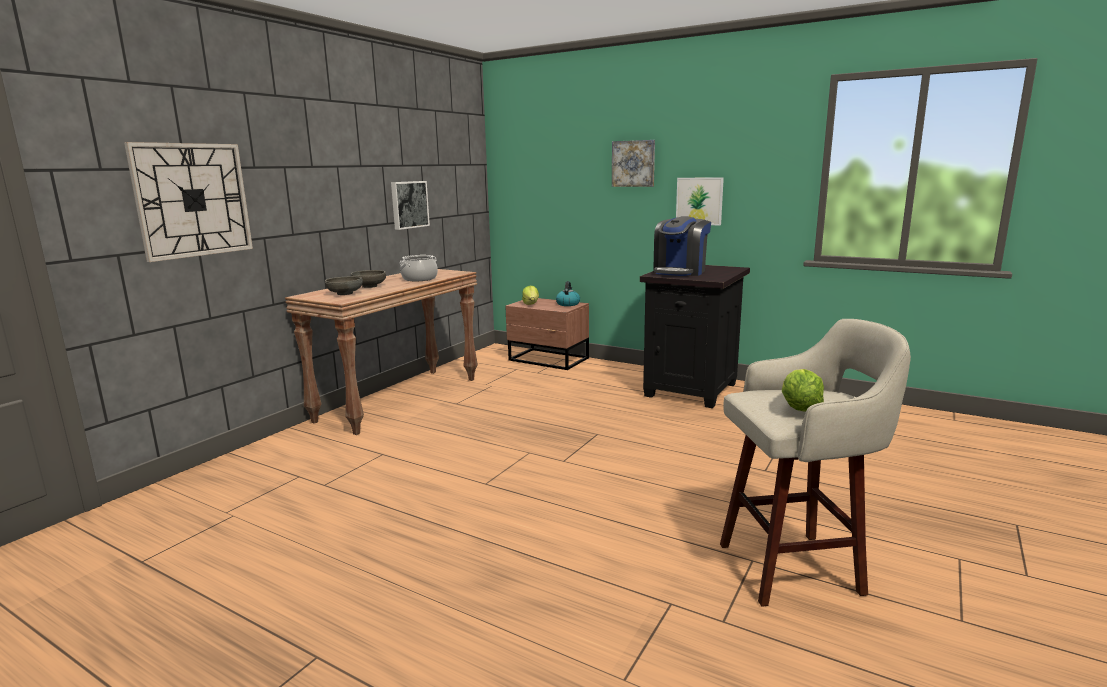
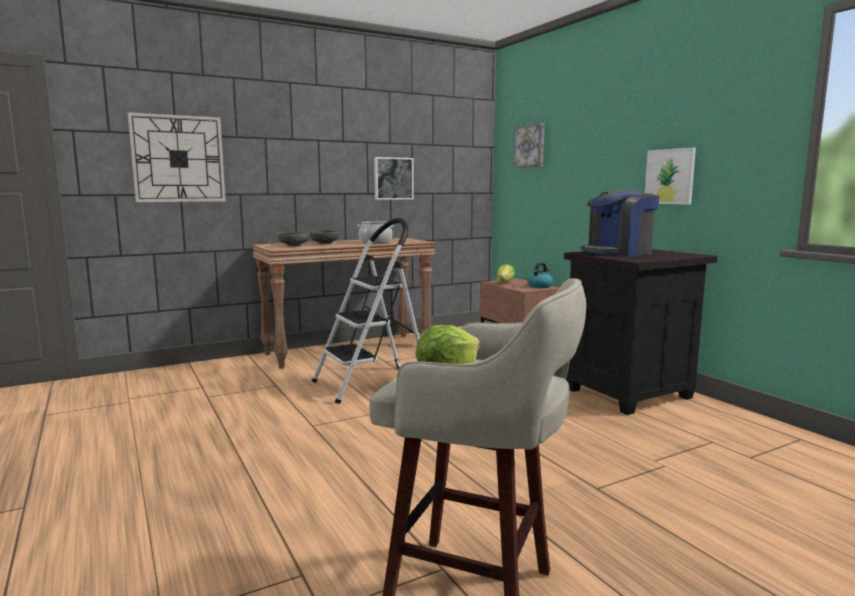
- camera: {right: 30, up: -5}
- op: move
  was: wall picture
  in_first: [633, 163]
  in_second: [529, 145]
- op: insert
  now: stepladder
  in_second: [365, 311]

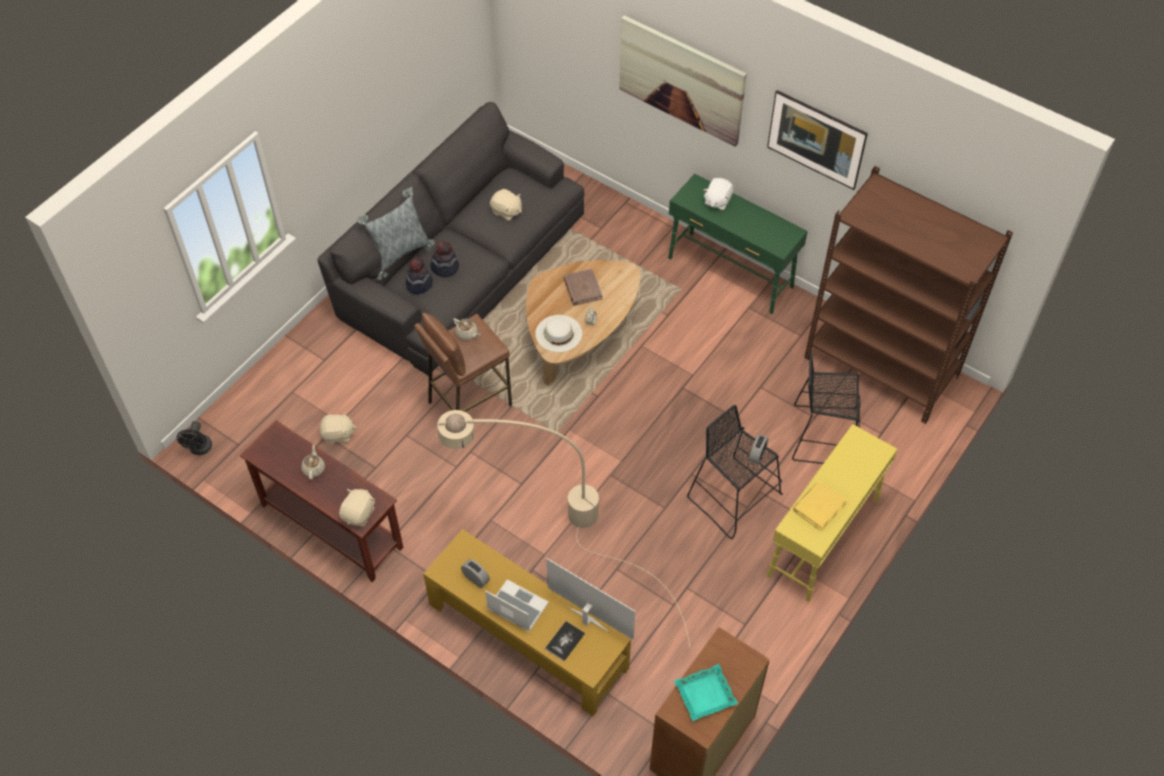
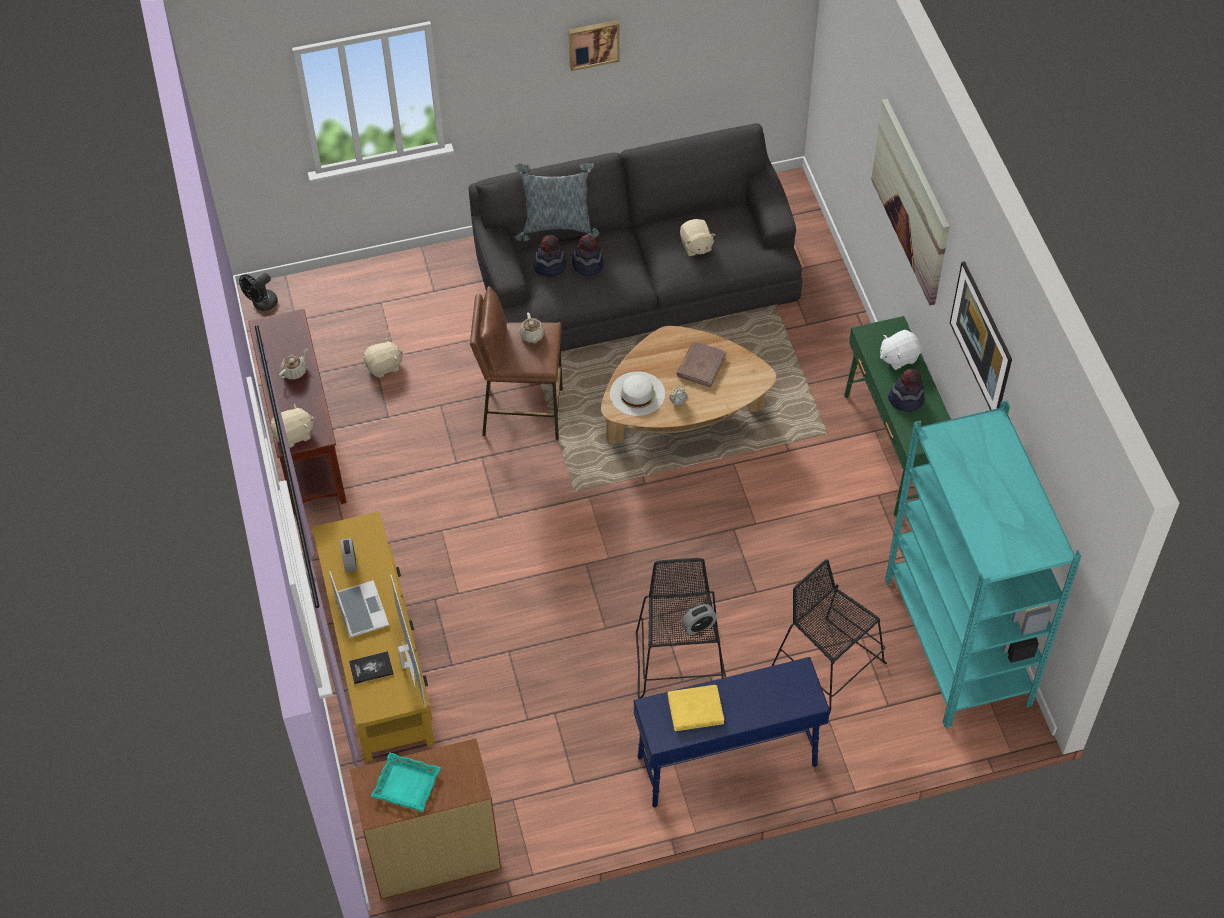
- camera: {right: 40, up: 0}
- op: rotate
  was: sand-coloured cuddly toy
  in_first: [338, 427]
  in_second: [383, 358]
  clockwise: -60
- op: delete
  was: sand-coloured standing lamp
  in_first: [563, 528]
- op: recolor
  was: yellow-coloured console table
  now: blue-coloured console table
  in_first: [832, 513]
  in_second: [732, 732]
- op: recolor
  was: brownish bookcase
  now: turquoise bookcase
  in_first: [908, 295]
  in_second: [983, 564]
- op: insert
  now: wall picture
  in_second: [594, 45]
- op: insert
  now: clothing hat
  in_second: [906, 390]

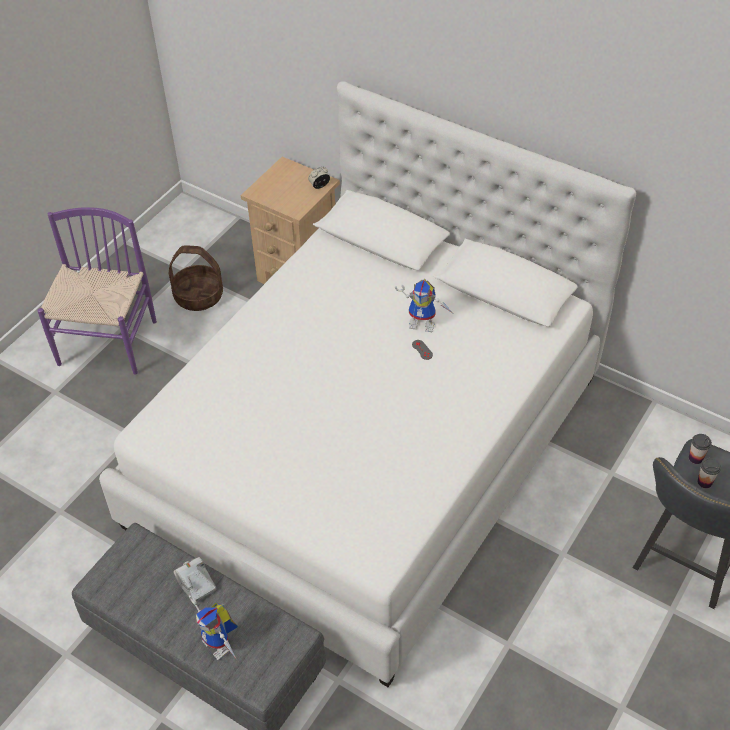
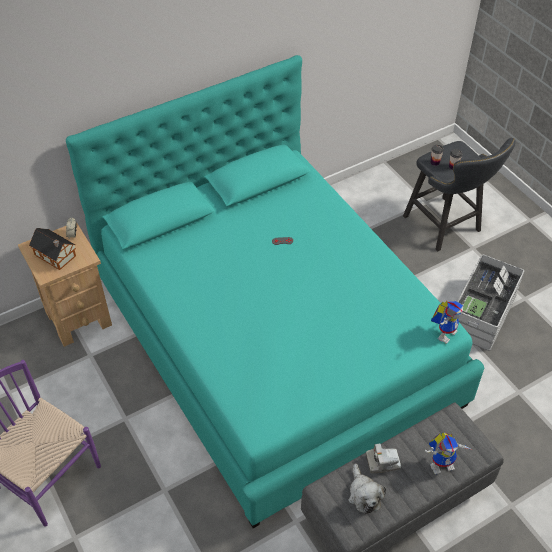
- camera: {right: -65, up: 0}
- op: recolor
  was: white-coloured bed
  now: turquoise bed
  in_first: [367, 384]
  in_second: [275, 291]
- op: delete
  was: household basket
  in_first: [196, 278]
- op: move
  was: model robot
  in_first: [424, 305]
  in_second: [447, 322]
- op: insert
  now: model house
  in_second: [52, 249]
- op: insert
  now: cuddly toy
  in_second: [367, 488]
- op: insert
  now: grey storage bin
  in_second: [490, 303]

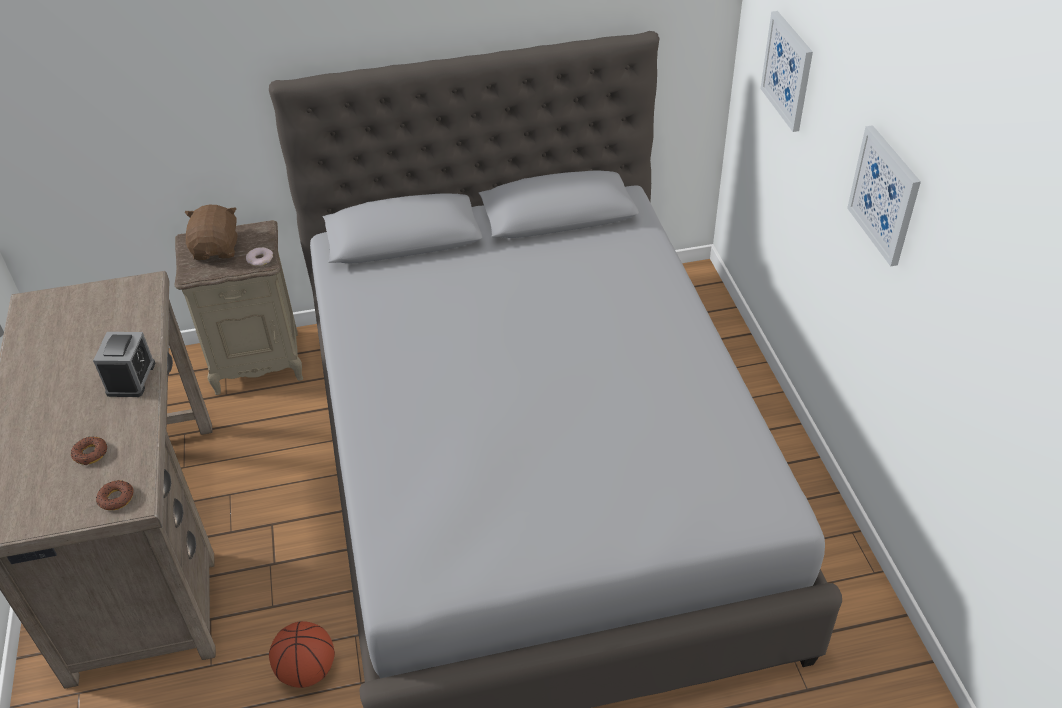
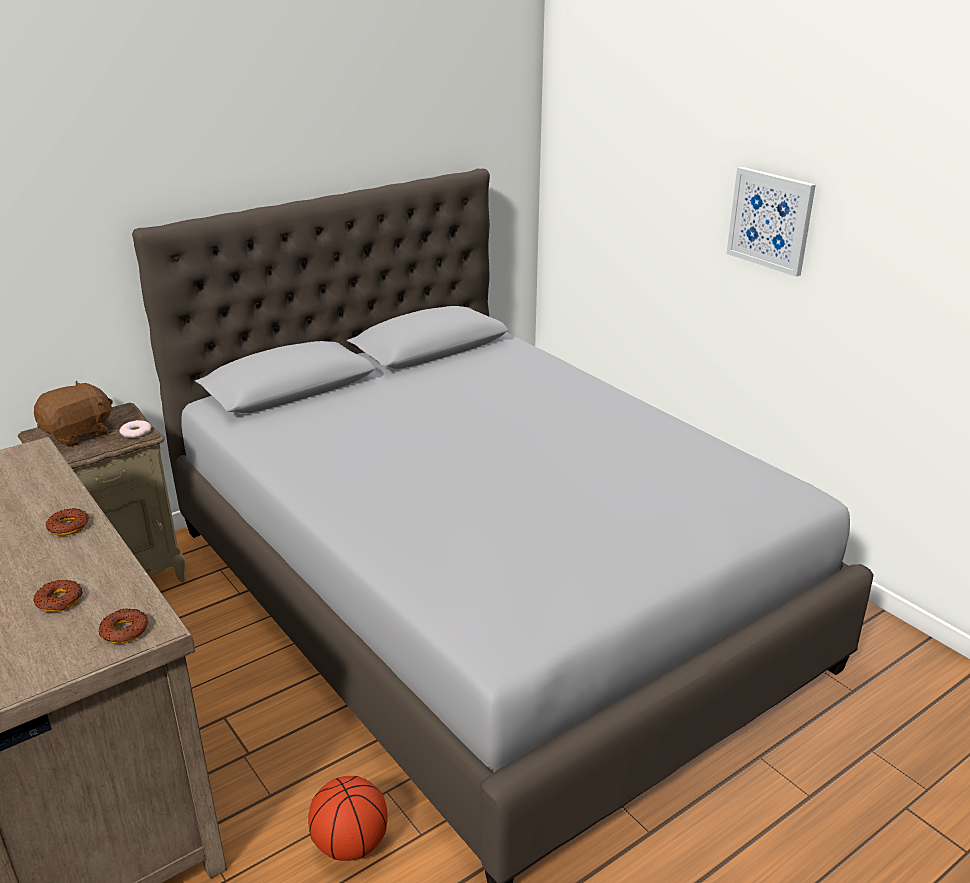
- camera: {right: -25, up: -15}
- op: replace
  was: alarm clock
  now: doughnut
  in_first: [124, 364]
  in_second: [67, 522]
- op: rotate
  was: brownish cuddly toy
  in_first: [211, 232]
  in_second: [73, 414]
  clockwise: 75
- op: delete
  was: wall picture
  in_first: [787, 71]

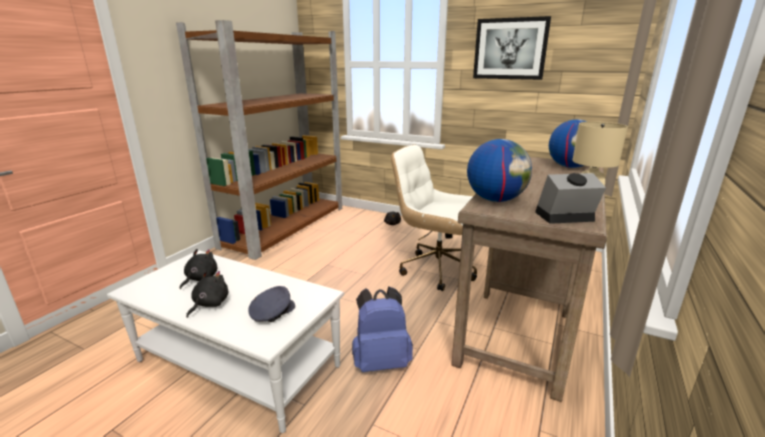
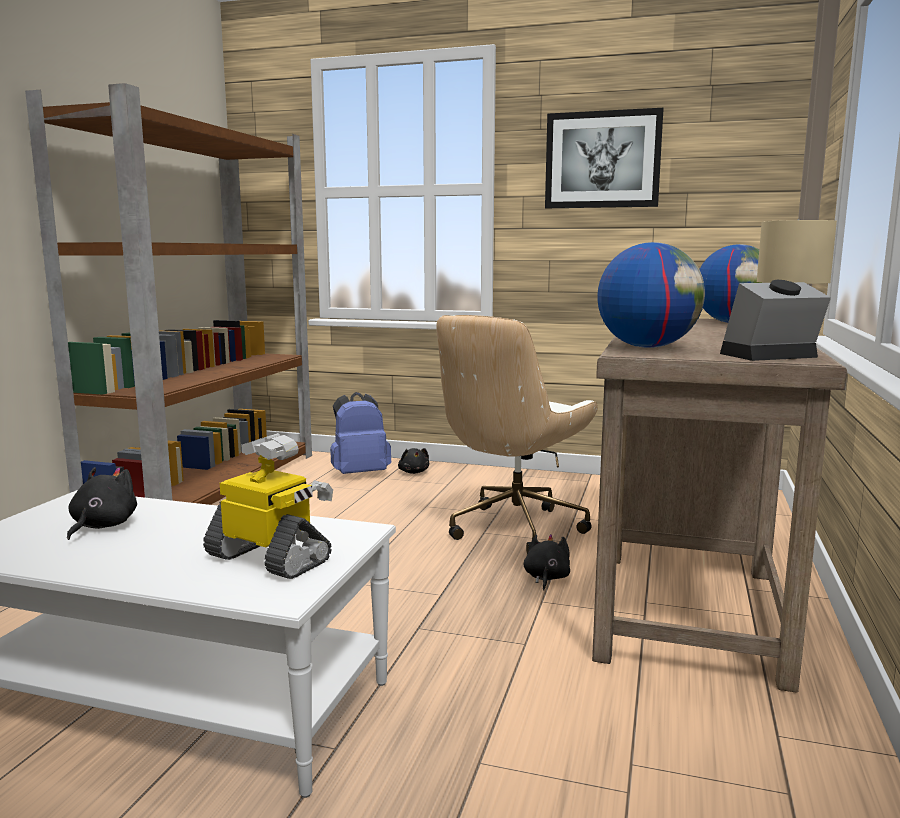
- camera: {right: -10, up: -10}
- op: move
  was: black-coloured cuddly toy
  in_first: [207, 294]
  in_second: [547, 562]
- op: replace
  was: grey peaked cap
  now: model robot
  in_first: [271, 304]
  in_second: [268, 506]
- op: move
  was: blue-coloured backpack
  in_first: [382, 329]
  in_second: [360, 433]
- op: rotate
  was: white-coloured desk chair
  in_first: [434, 217]
  in_second: [517, 434]
  clockwise: -75

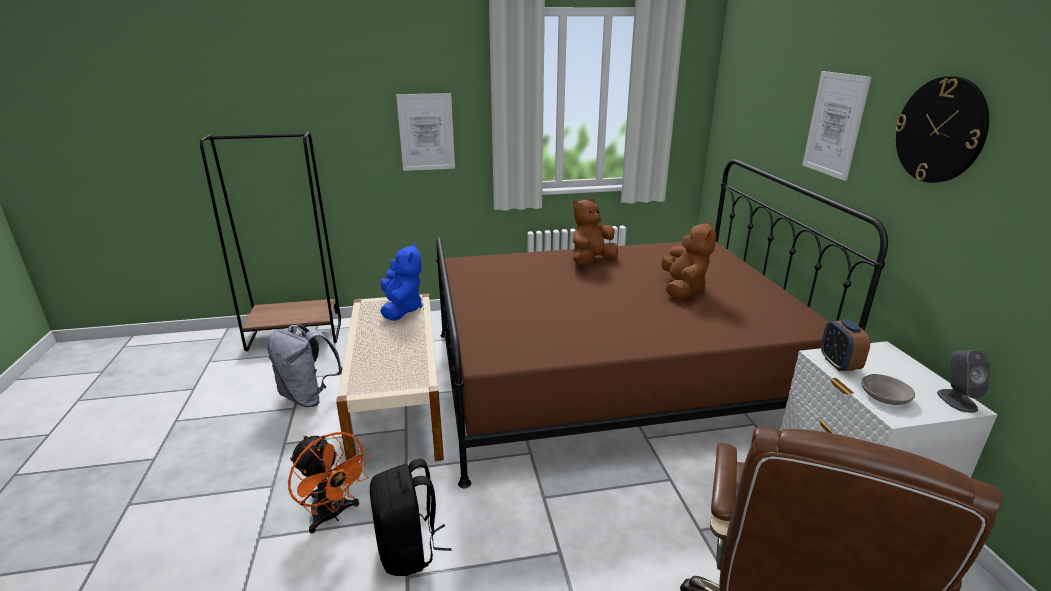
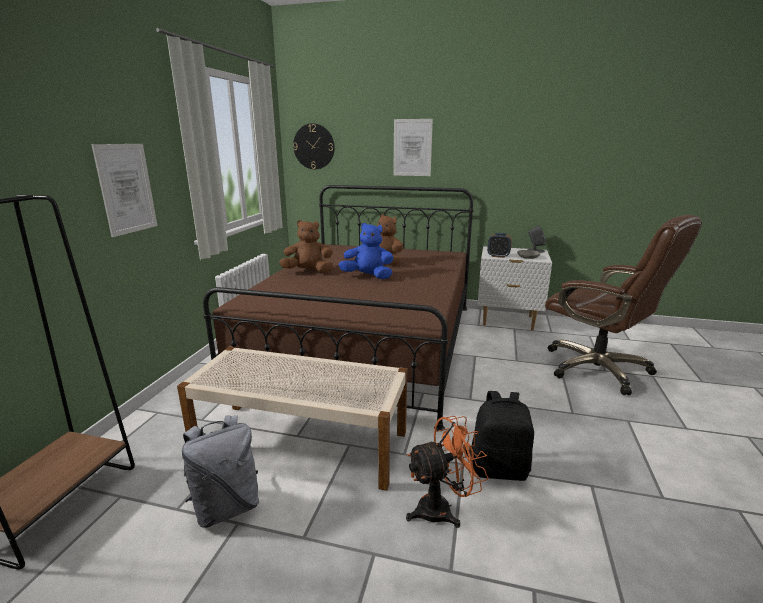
- camera: {right: -65, up: -5}
- op: move
  was: blue-coloured cuddly toy
  in_first: [401, 282]
  in_second: [366, 251]
- op: rotate
  was: brownish cuddly toy
  in_first: [595, 231]
  in_second: [306, 246]
  clockwise: 105
- op: move
  was: clock on the wall
  in_first: [942, 129]
  in_second: [314, 146]

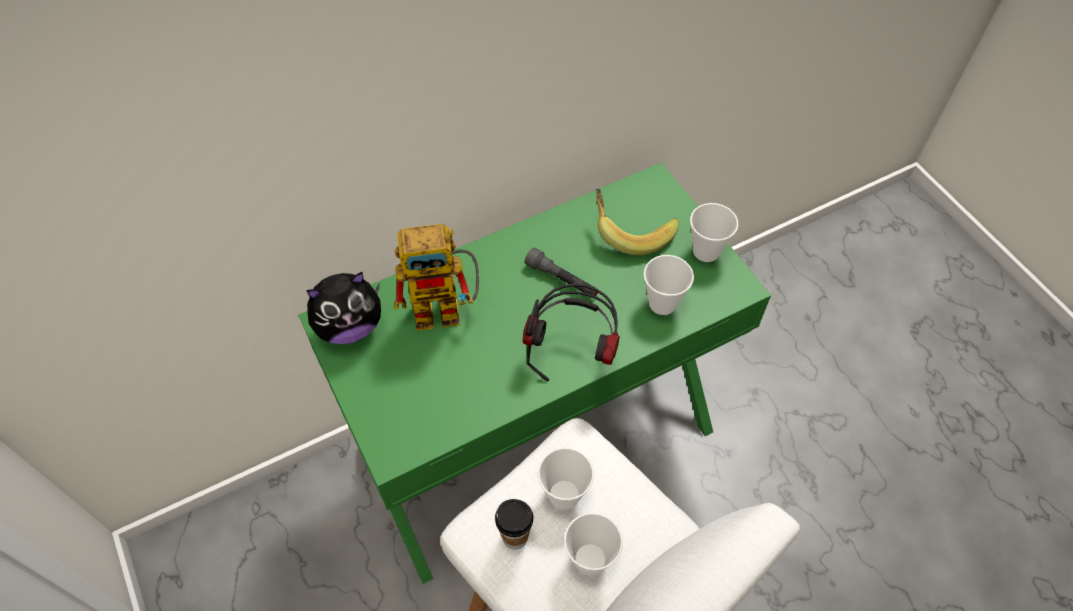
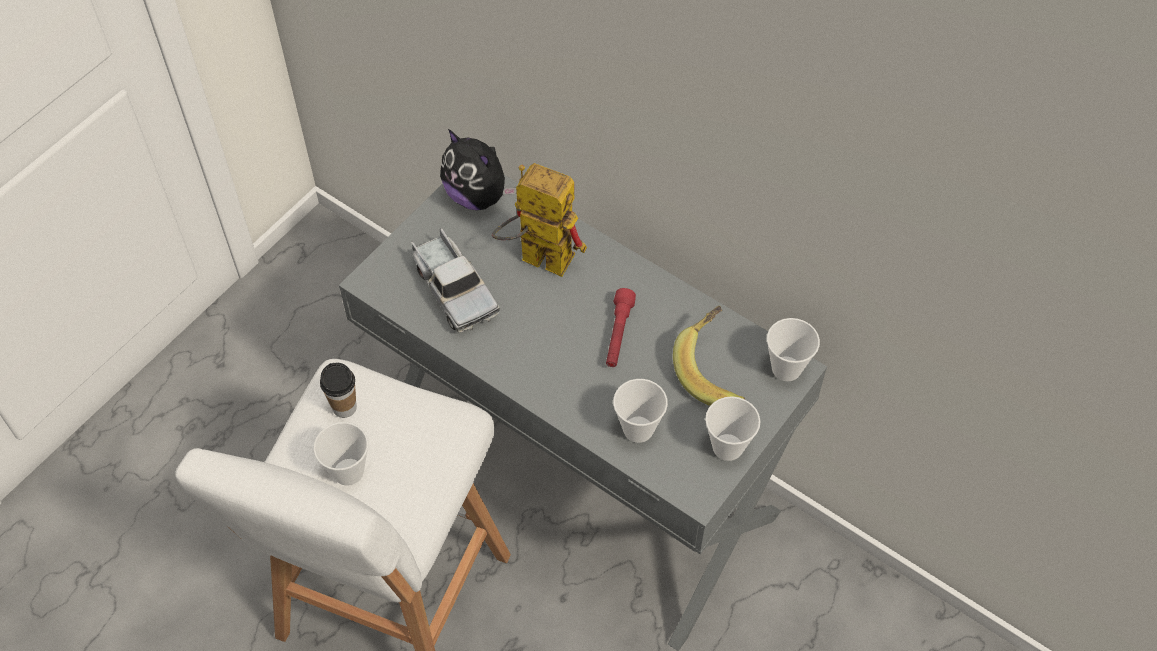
- camera: {right: 65, up: 0}
- op: recolor
  was: green-coloured desk unit
  now: grey desk unit
  in_first: [534, 373]
  in_second: [583, 413]
- op: rotate
  was: model robot
  in_first: [436, 277]
  in_second: [539, 220]
  clockwise: 150
- op: delete
  was: headset
  in_first: [571, 332]
- op: recolor
  was: grey torch
  now: red-coloured torch
  in_first: [561, 272]
  in_second: [621, 327]
- op: move
  was: drinking cup
  in_first: [566, 478]
  in_second: [793, 349]
- op: insert
  now: model truck
  in_second: [455, 280]

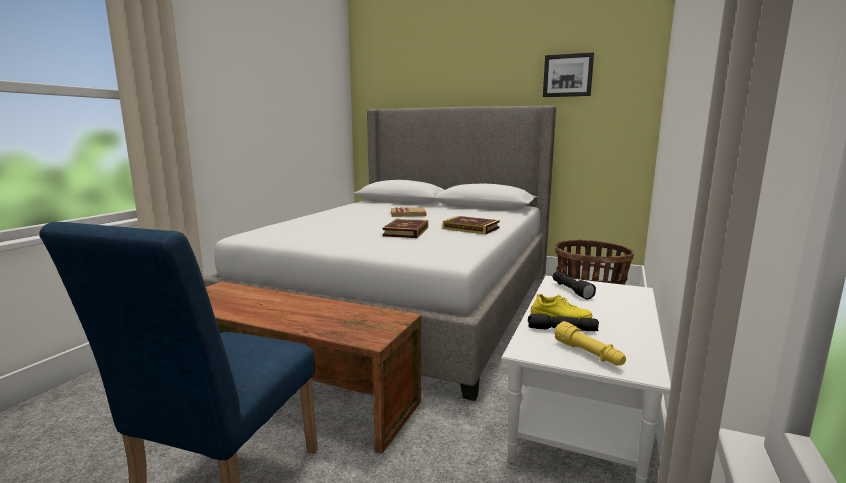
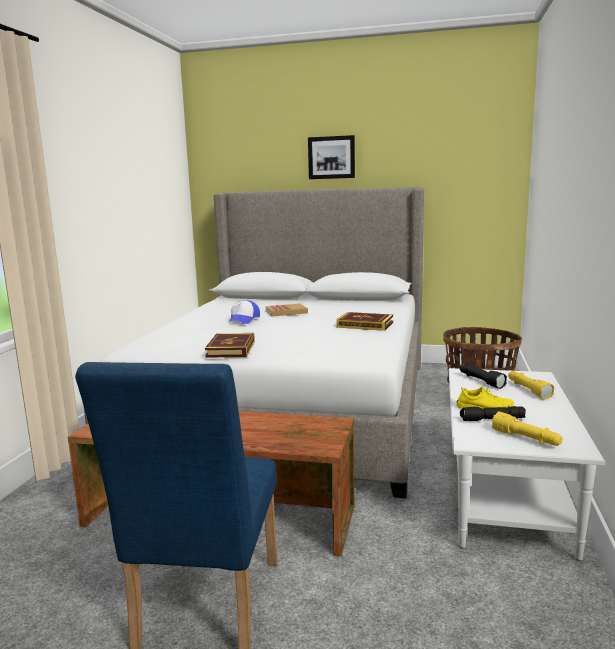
- camera: {right: -10, up: 0}
- op: move
  was: bound book
  in_first: [405, 228]
  in_second: [230, 345]
- op: move
  was: wall picture
  in_first: [568, 74]
  in_second: [331, 157]
- op: insert
  now: peaked cap
  in_second: [244, 312]
- op: insert
  now: yellow-coloured torch
  in_second: [531, 385]

